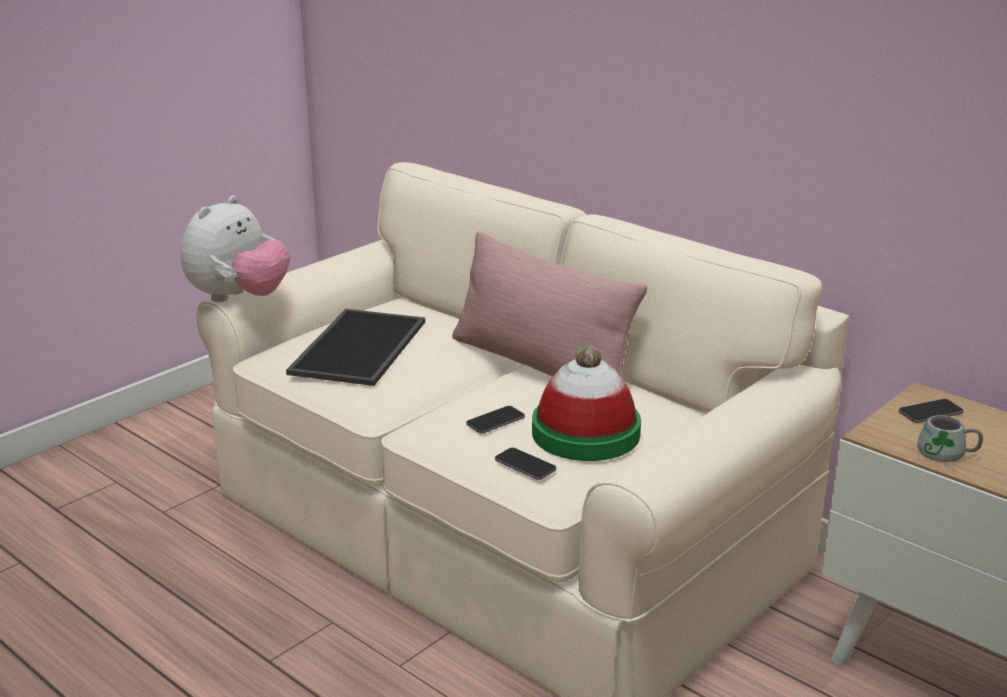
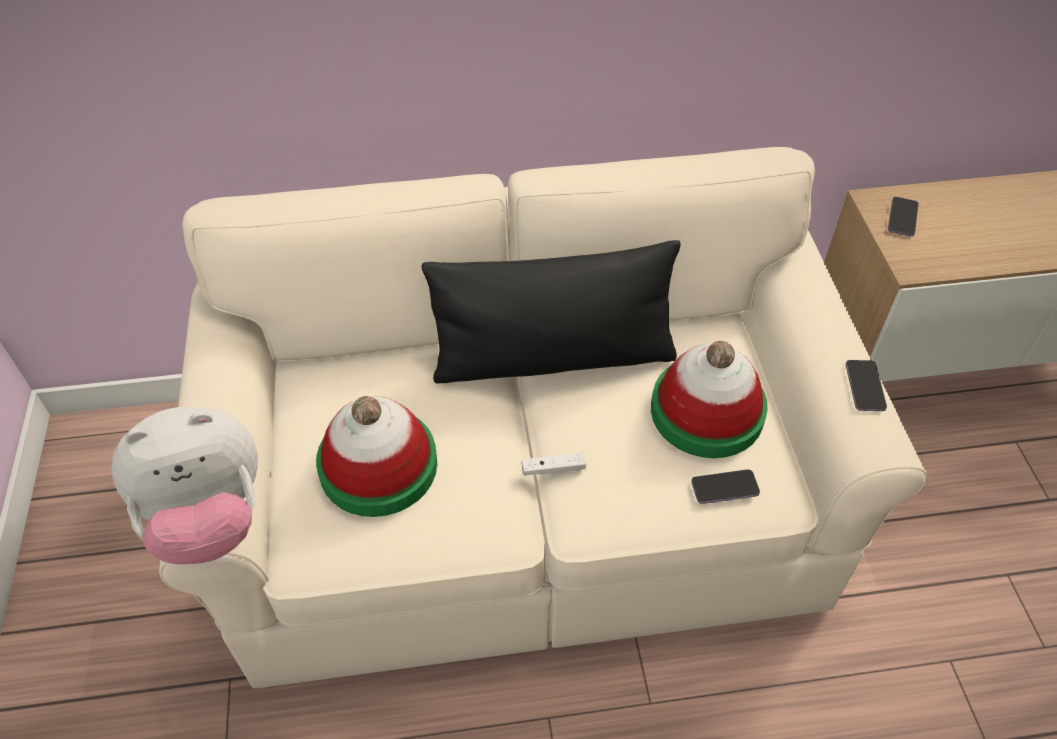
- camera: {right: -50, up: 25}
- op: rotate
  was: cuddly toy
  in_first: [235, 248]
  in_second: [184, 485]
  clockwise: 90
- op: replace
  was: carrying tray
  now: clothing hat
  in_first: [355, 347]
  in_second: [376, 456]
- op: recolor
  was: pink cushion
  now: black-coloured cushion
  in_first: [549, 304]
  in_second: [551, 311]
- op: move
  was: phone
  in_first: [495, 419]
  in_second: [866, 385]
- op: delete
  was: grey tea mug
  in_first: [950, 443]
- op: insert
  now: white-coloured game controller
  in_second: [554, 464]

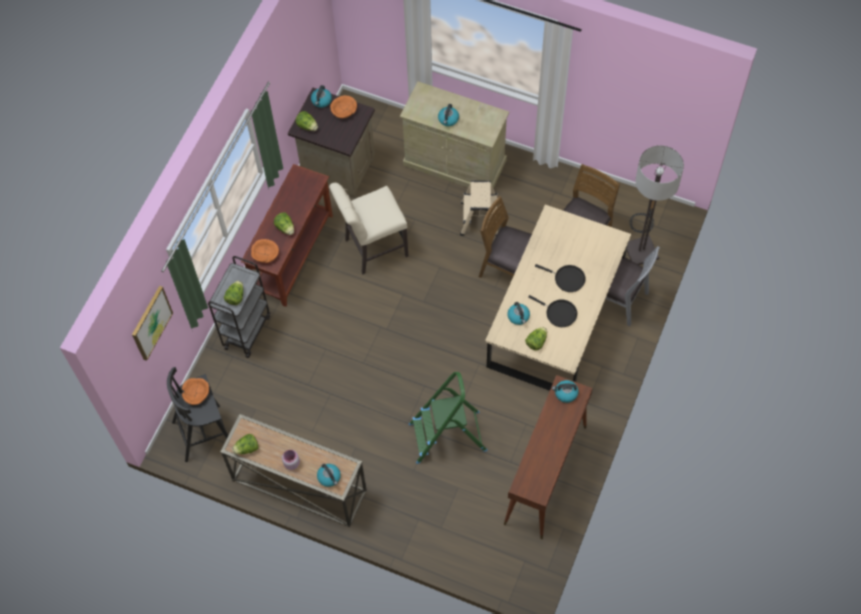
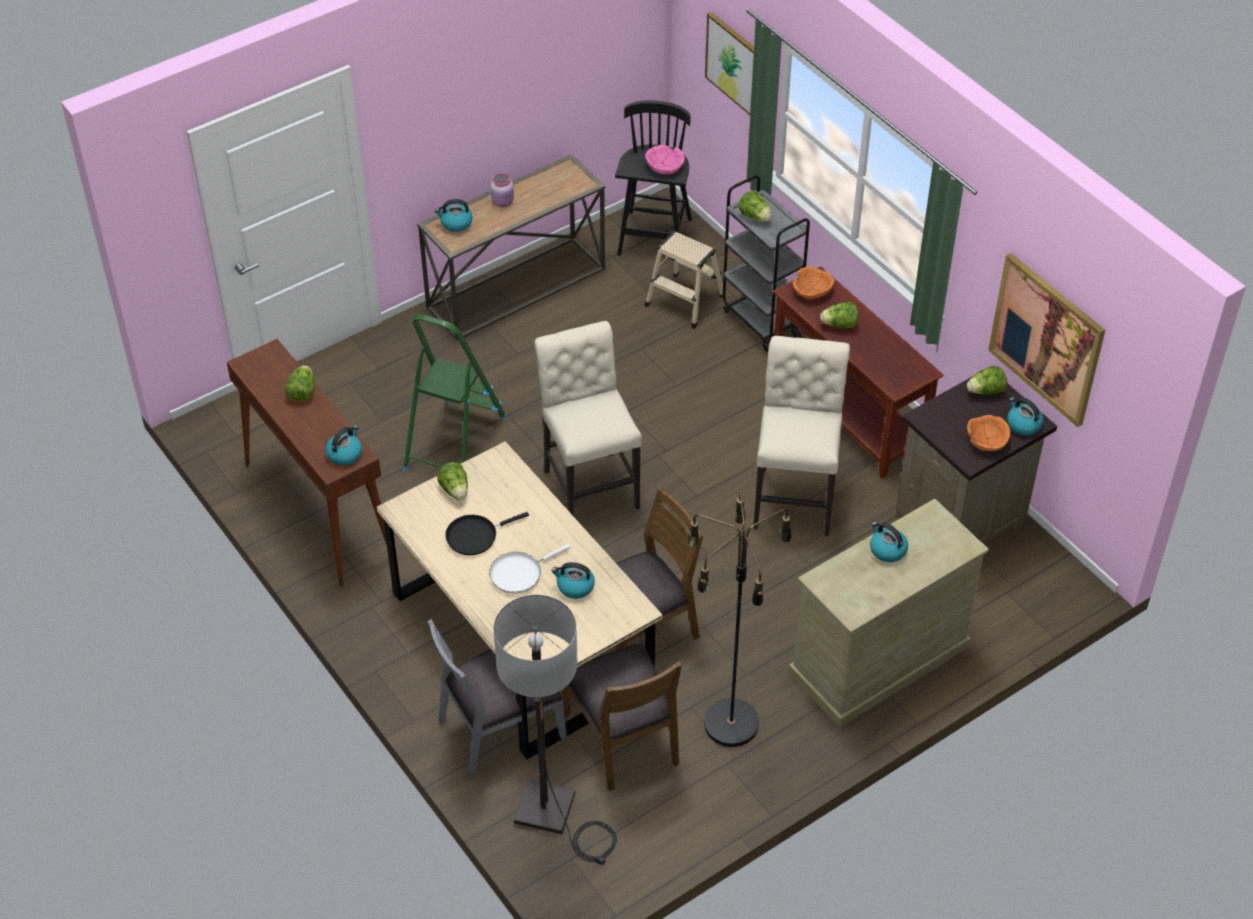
- camera: {right: 120, up: -15}
- op: recolor
  was: orange-coloured serving bowl
  now: pink serving bowl
  in_first: [195, 391]
  in_second: [665, 159]
- op: move
  was: head of lettuce
  in_first: [245, 444]
  in_second: [299, 383]
- op: move
  was: sand-coloured stepladder
  in_first: [479, 208]
  in_second: [685, 280]
- op: move
  was: kettle
  in_first: [518, 313]
  in_second: [573, 580]
- op: recolor
  was: black-coloured skillet
  now: white-coloured skillet
  in_first: [560, 278]
  in_second: [529, 569]
- op: insert
  now: sand-coloured stool seat
  in_second: [588, 418]
- op: insert
  now: standing lamp
  in_second: [740, 619]
- op: insert
  now: wall picture
  in_second: [1046, 340]

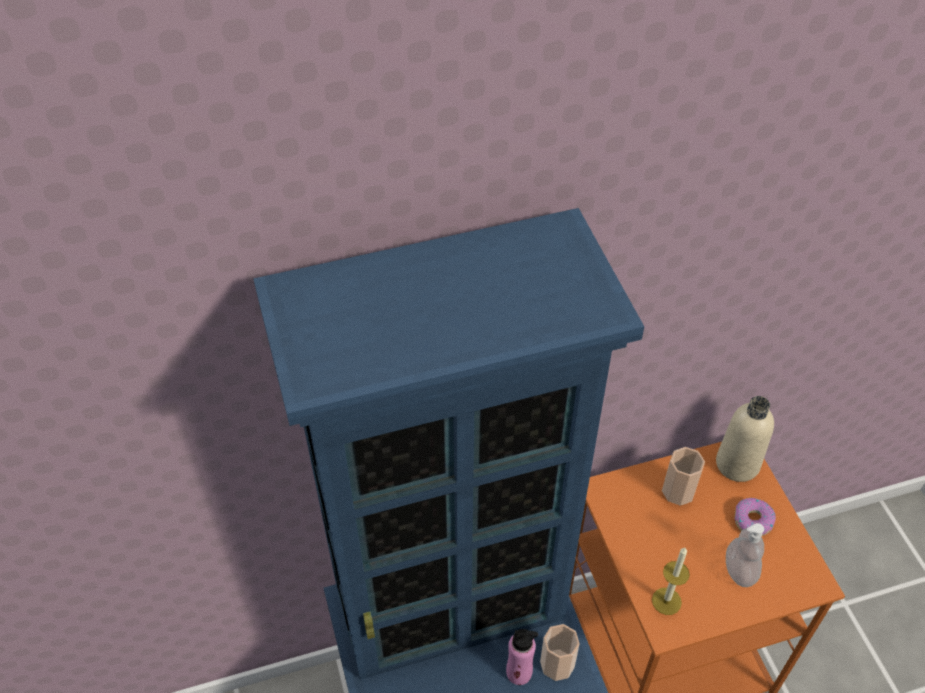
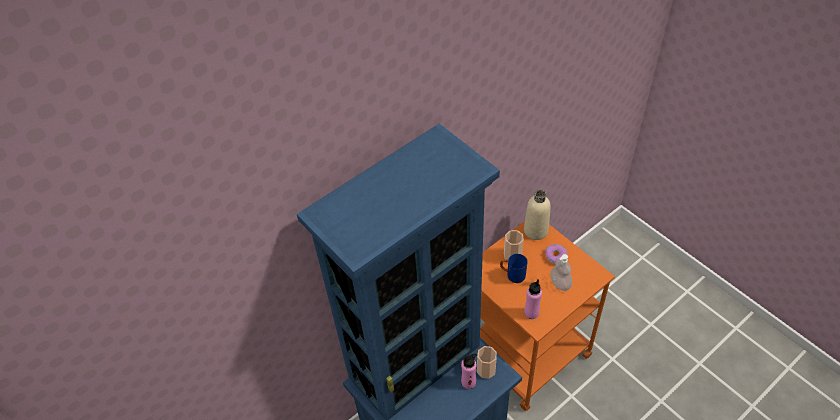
- camera: {right: -20, up: 0}
- op: replace
  was: wax candle
  now: pink beverage bottle
  in_first: [671, 581]
  in_second: [533, 299]
- op: insert
  now: blue-coloured tea mug
  in_second: [514, 268]

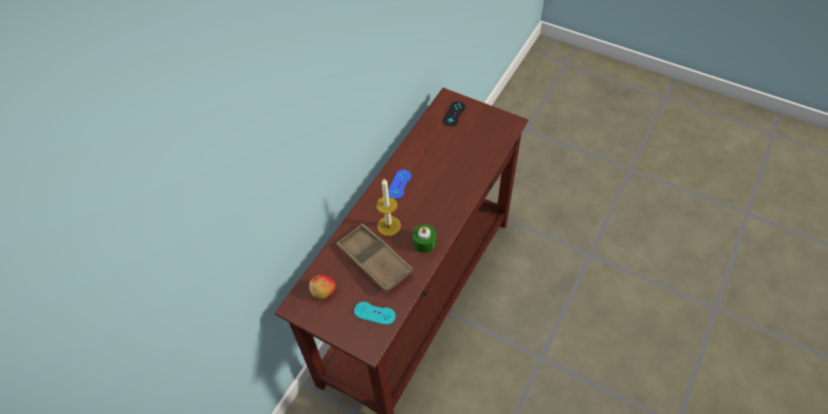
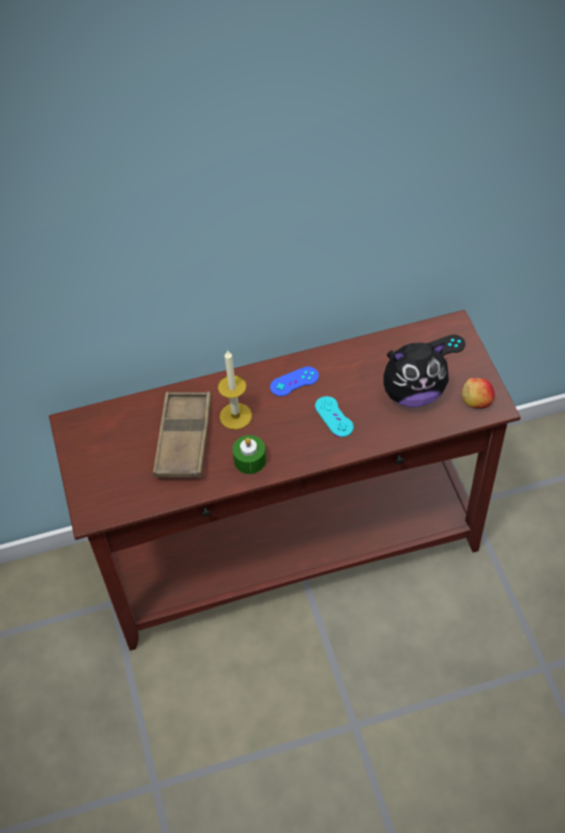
- camera: {right: 45, up: 0}
- op: move
  was: apple fruit
  in_first: [322, 286]
  in_second: [478, 393]
- op: move
  was: turquoise game controller
  in_first: [375, 313]
  in_second: [334, 416]
- op: insert
  now: cuddly toy
  in_second: [416, 374]

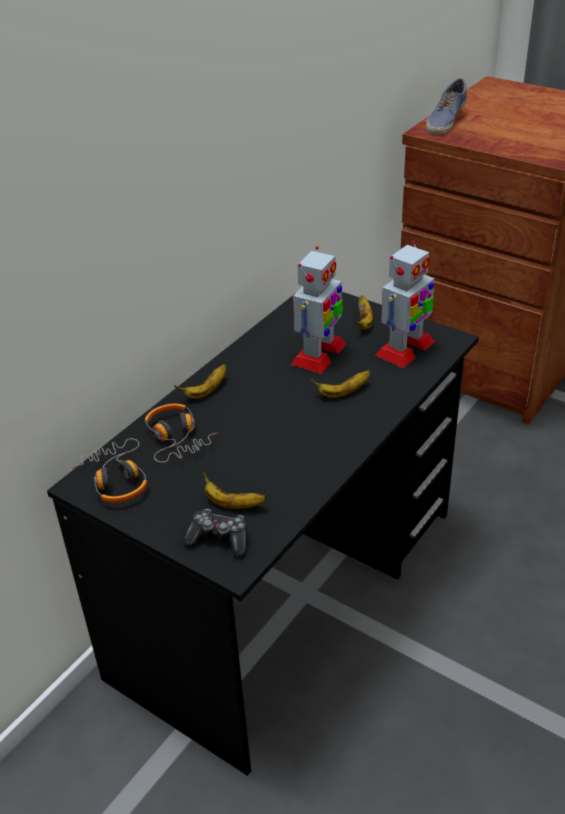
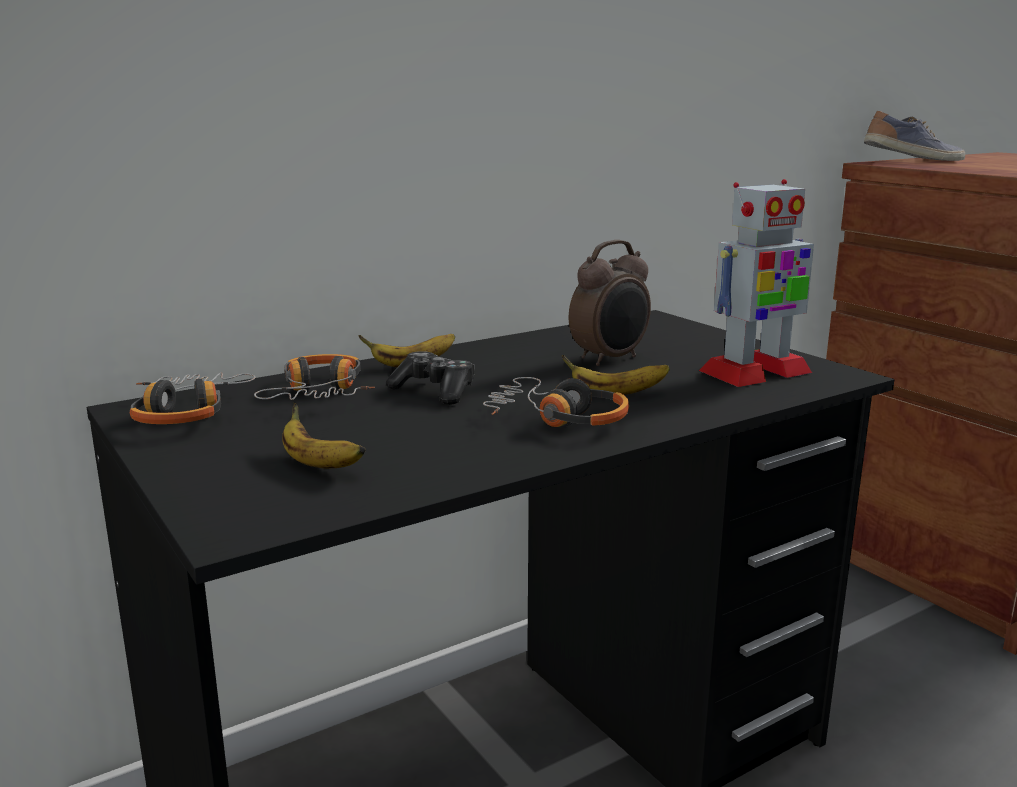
- camera: {right: 20, up: -20}
- op: move
  was: game controller
  in_first: [215, 533]
  in_second: [430, 378]
- op: replace
  was: model robot
  now: alarm clock
  in_first: [318, 310]
  in_second: [610, 303]
- op: delete
  was: banana fruit
  in_first: [364, 312]
- op: rotate
  was: low shoe
  in_first: [446, 106]
  in_second: [914, 136]
  clockwise: -150
- op: insert
  now: headset
  in_second: [556, 402]

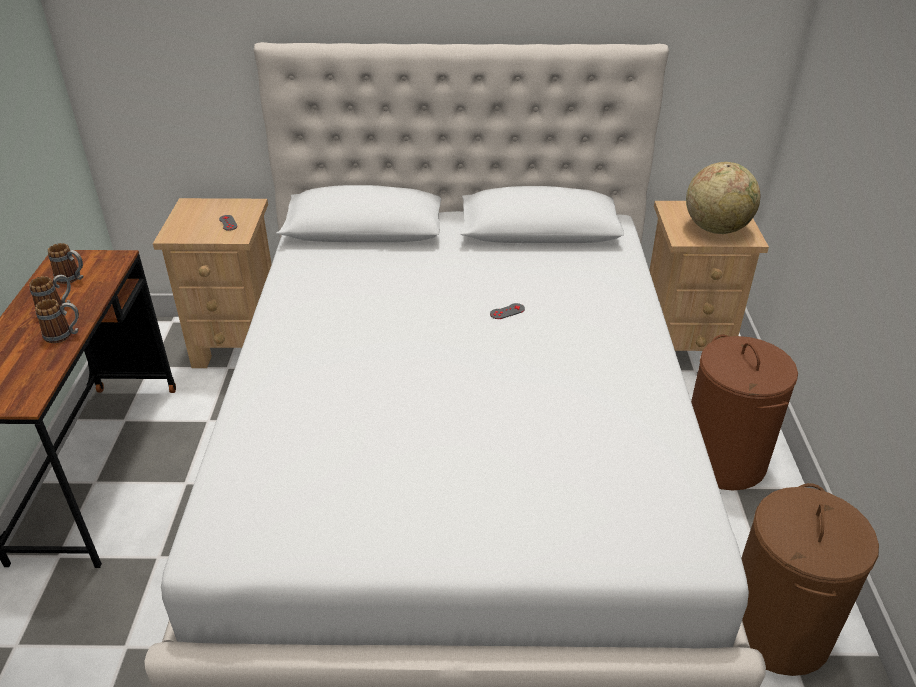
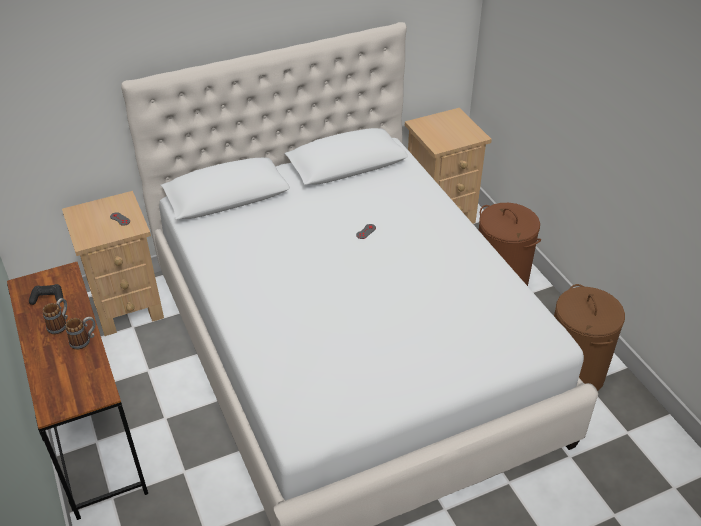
- camera: {right: -25, up: 5}
- op: replace
  was: tea mug
  now: black-coloured game controller
  in_first: [65, 263]
  in_second: [46, 294]
- op: delete
  was: desk globe
  in_first: [723, 198]

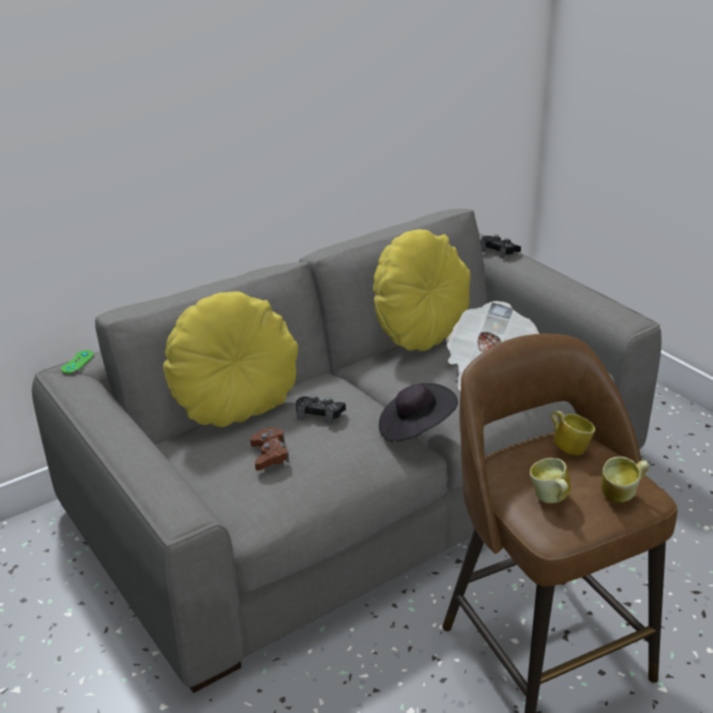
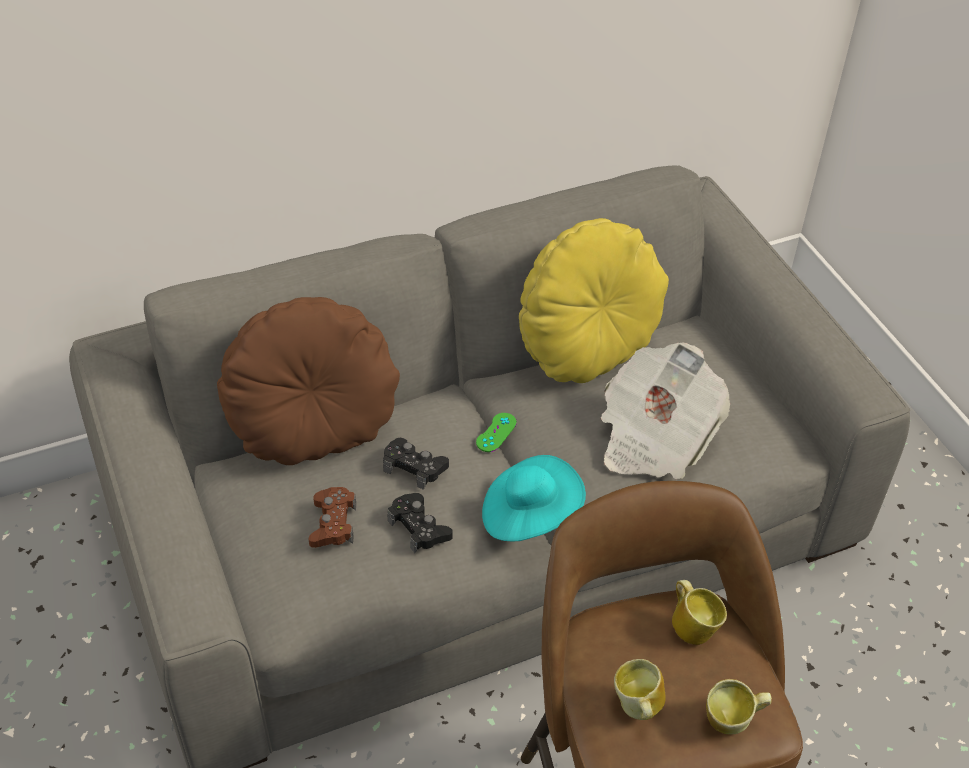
- camera: {right: 10, up: 15}
- op: move
  was: green-coloured game controller
  in_first: [77, 362]
  in_second: [496, 432]
- op: recolor
  was: yellow-coloured cushion
  now: brownish cushion
  in_first: [230, 359]
  in_second: [308, 381]
- op: recolor
  was: black-coloured clothing hat
  now: turquoise clothing hat
  in_first: [418, 412]
  in_second: [534, 498]
- op: move
  was: black-coloured game controller
  in_first: [500, 247]
  in_second: [420, 523]

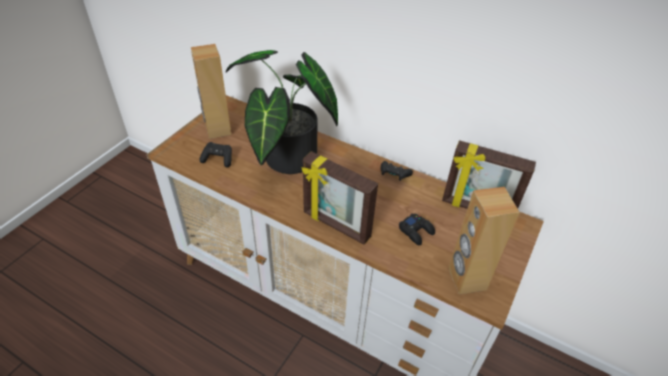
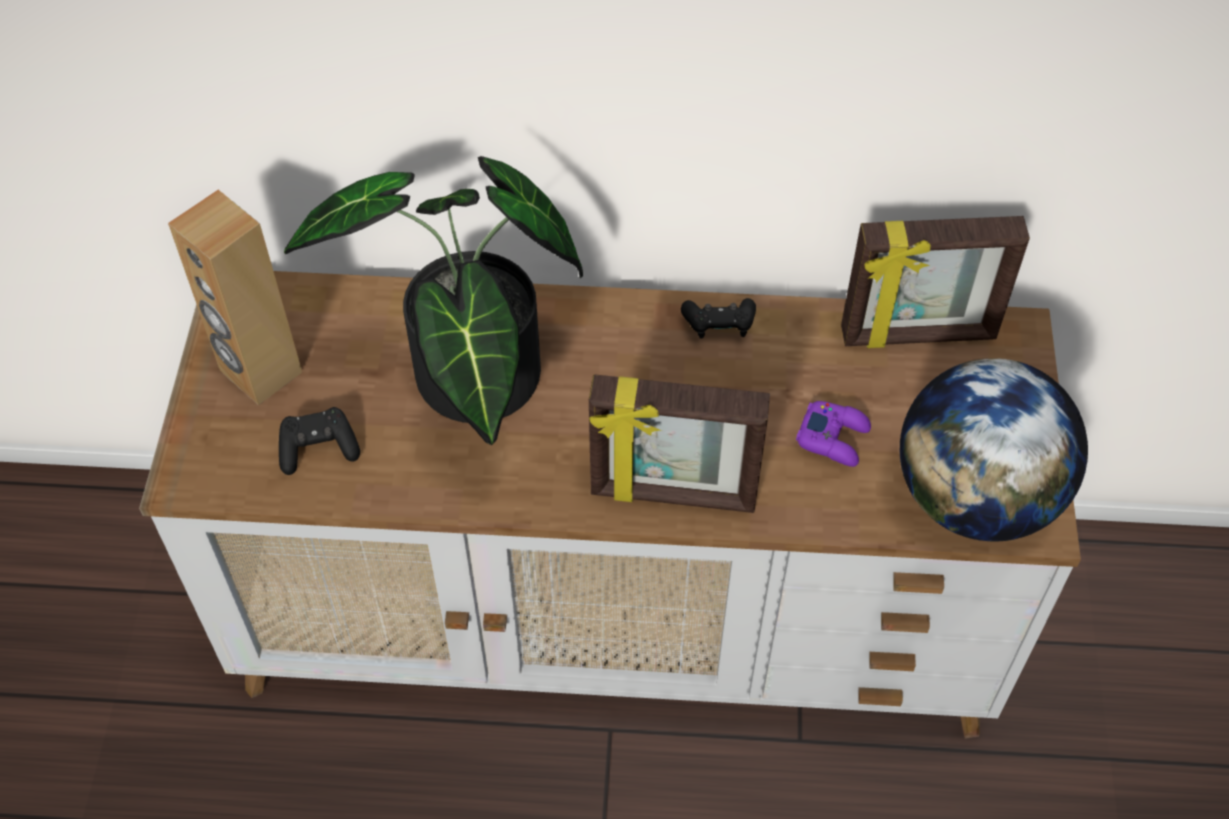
- camera: {right: -25, up: 10}
- op: recolor
  was: black-coloured game controller
  now: purple game controller
  in_first: [417, 229]
  in_second: [833, 434]
- op: replace
  was: brownish speaker
  now: desk globe
  in_first: [484, 240]
  in_second: [994, 449]

